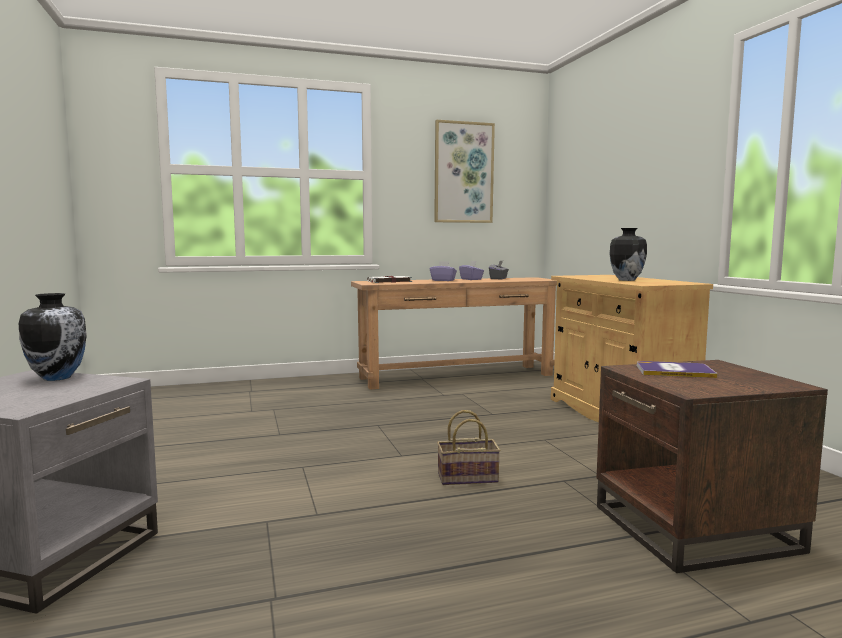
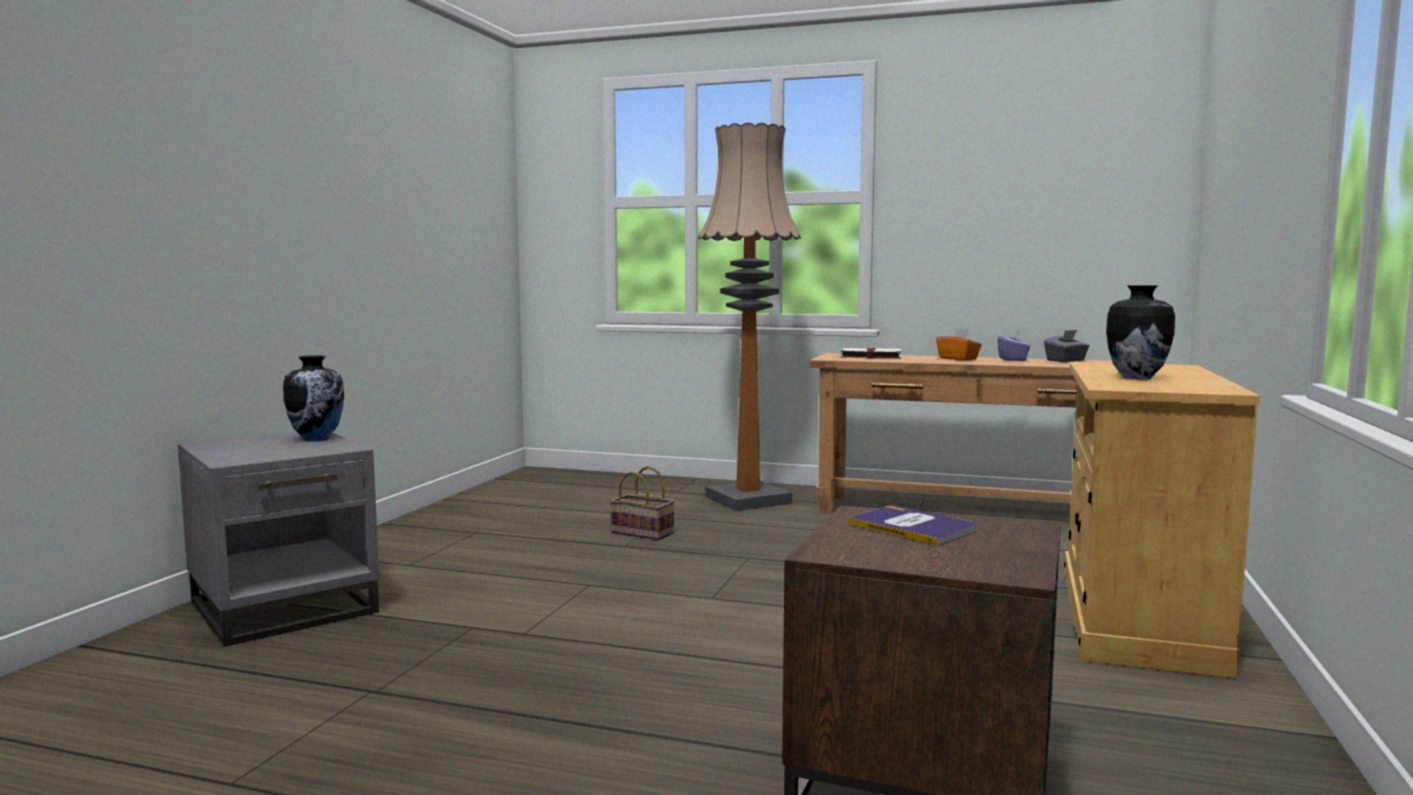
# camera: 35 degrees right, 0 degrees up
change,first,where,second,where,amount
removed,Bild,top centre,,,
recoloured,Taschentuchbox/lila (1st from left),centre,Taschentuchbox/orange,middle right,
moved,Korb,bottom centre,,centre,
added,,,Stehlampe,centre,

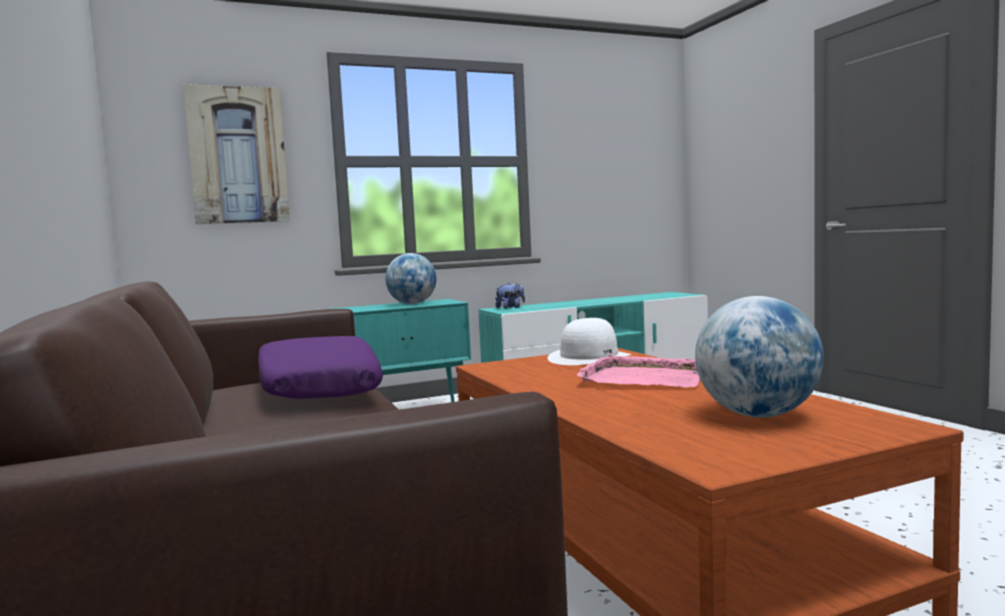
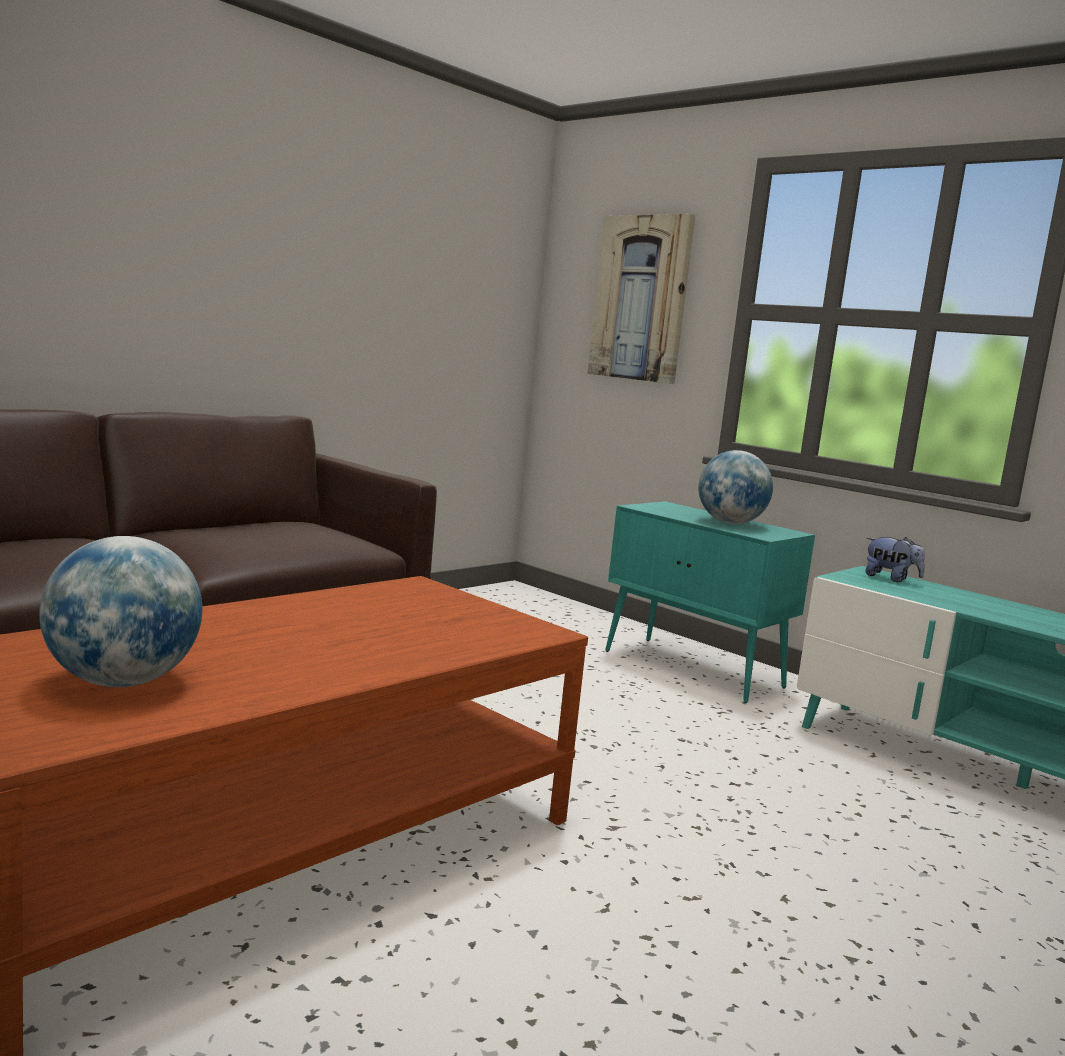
# camera: 65 degrees right, 5 degrees up
change,first,where,second,where,amount
removed,Hut/weiß,centre,,,
removed,Kissen/lila,middle left,,,
removed,Tablett/rosa,centre,,,

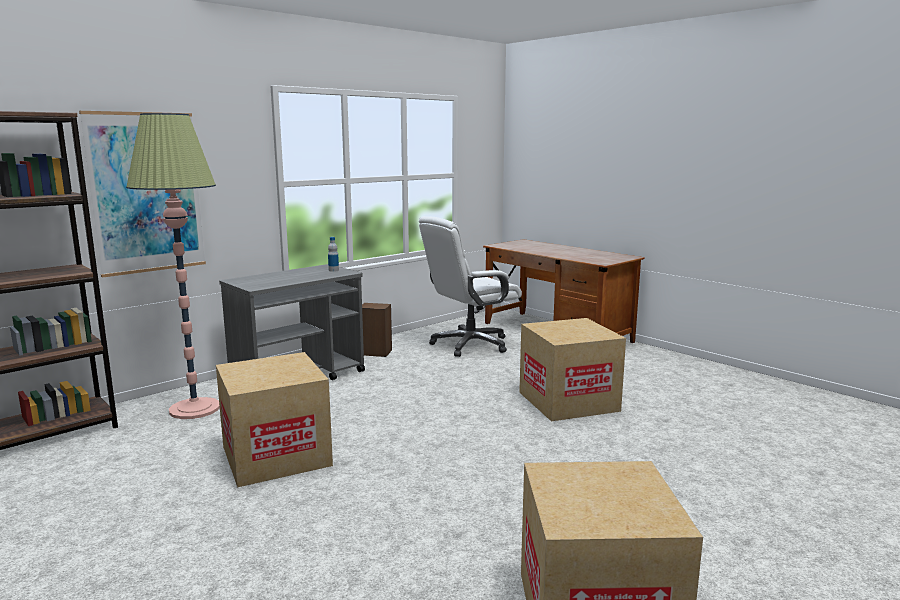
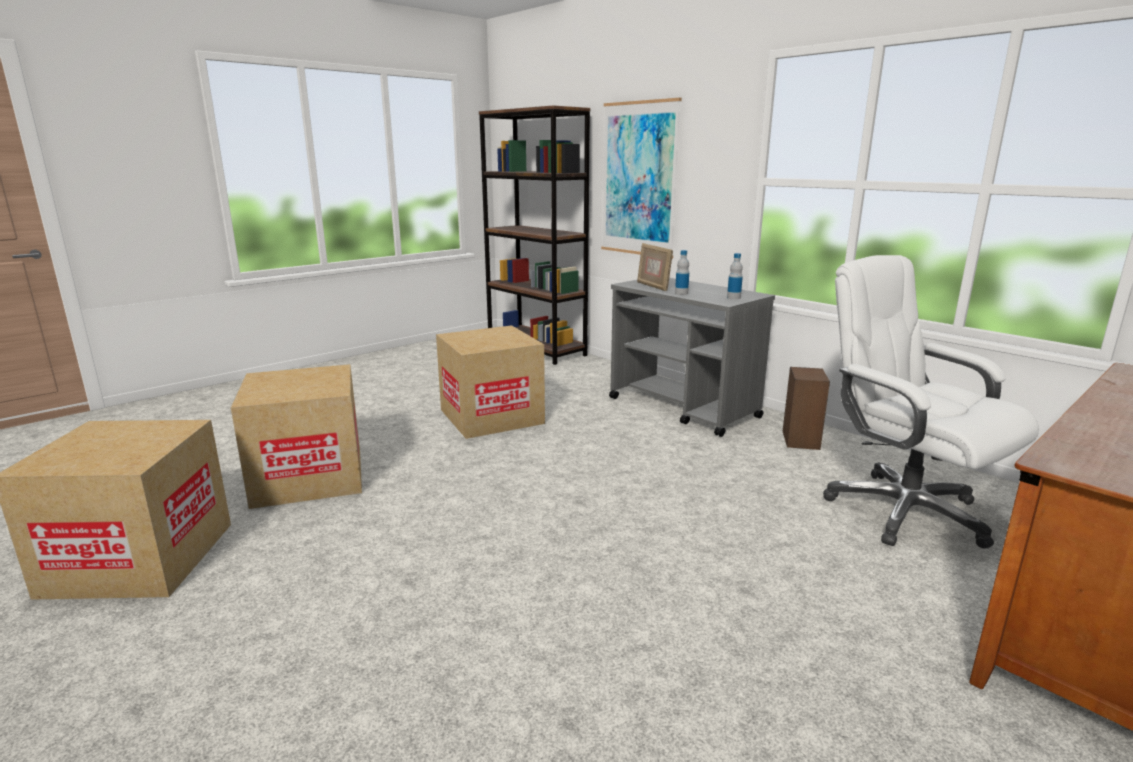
# camera: 90 degrees right, 5 degrees up
change,first,where,second,where,amount
removed,Stehlampe,middle left,,,
moved,Karton (2nd from left),centre,,middle left,
added,,,Bilderrahmen,centre,
added,,,Flasche (1st from left),centre,

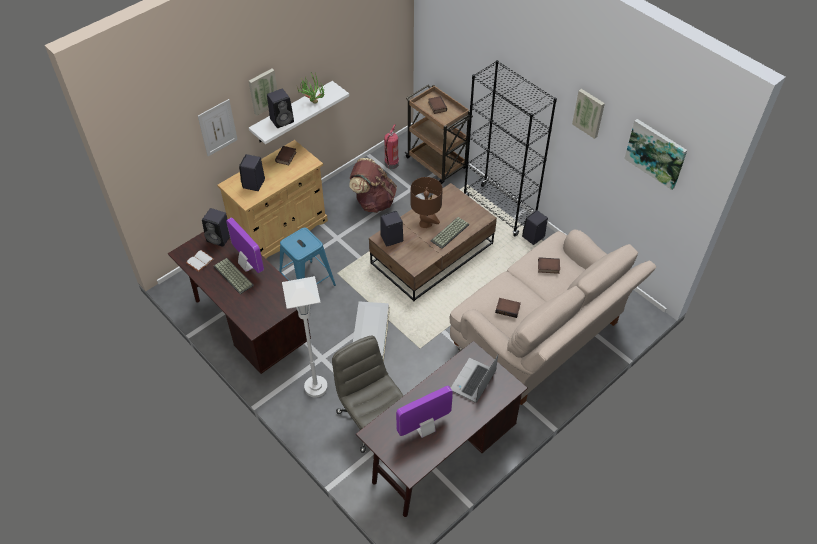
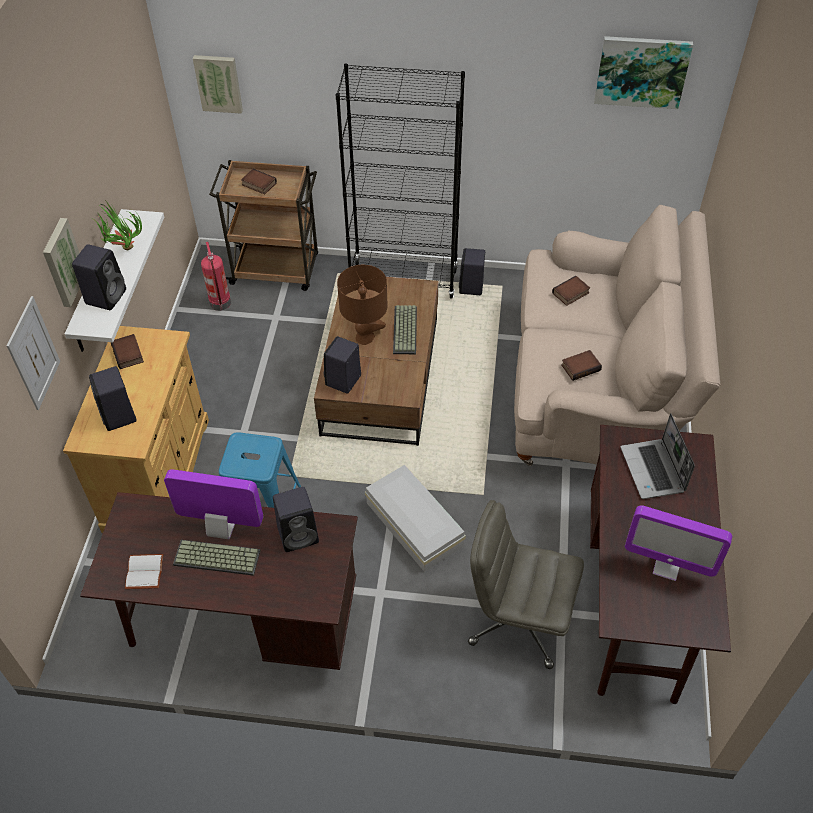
# camera: 40 degrees left, 0 degrees up
change,first,where,second,where,amount
moved,Bild (3rd from left),top right,,top left,
removed,Rucksack/braun,centre,,,
moved,Lautsprecher/schwarz (1st from left in the first image),middle left,Lautsprecher/schwarz (3rd from left),centre,
removed,Stehlampe/weiß,centre,,,
turned,Monitor (2nd from left),bottom centre,,bottom right,90 degrees counterclockwise

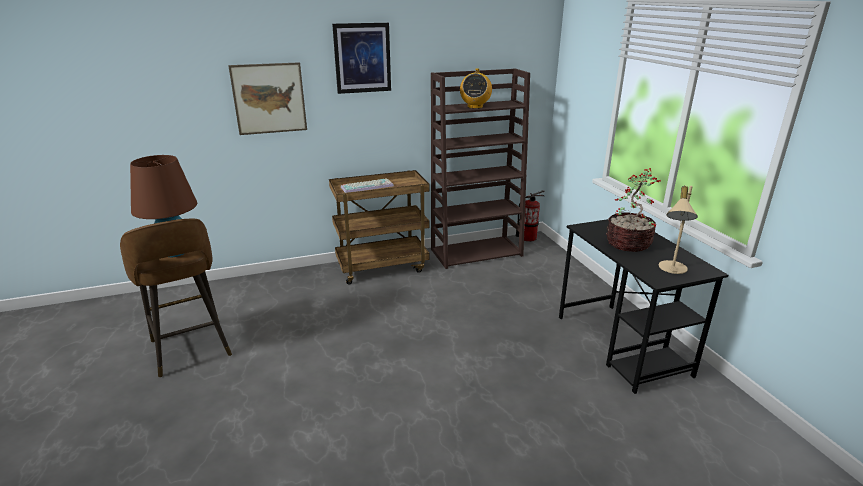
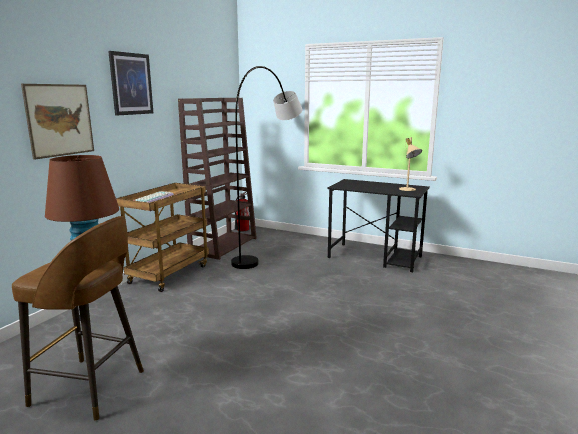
# camera: 45 degrees left, 10 degrees down
change,first,where,second,where,amount
removed,Radio,top centre,,,
removed,Topfpflanze,middle right,,,
added,,,Stehlampe/grau,centre,

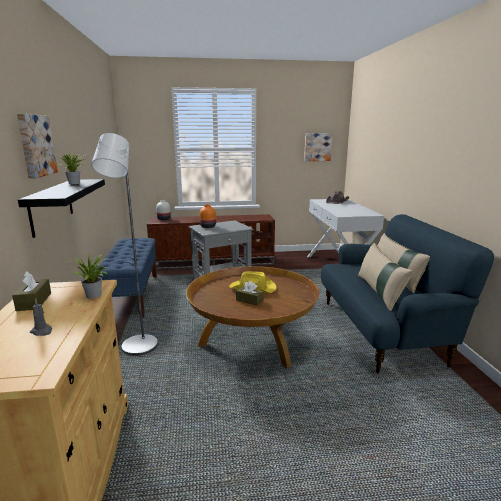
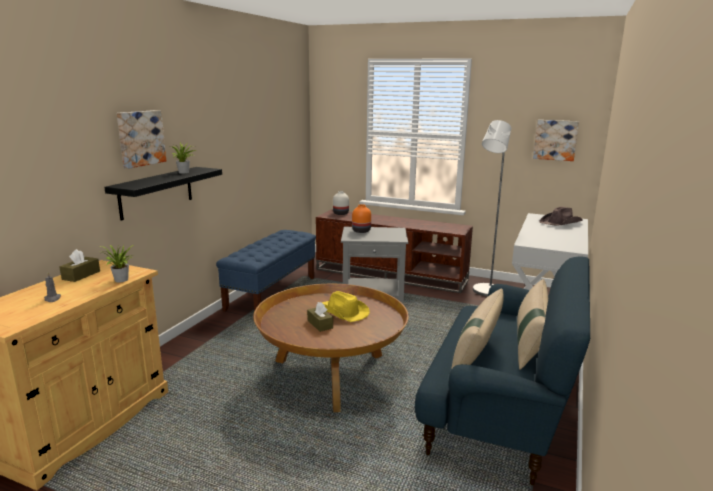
# camera: 30 degrees right, 0 degrees up
change,first,where,second,where,amount
moved,Stehlampe/grau,middle left,,middle right,

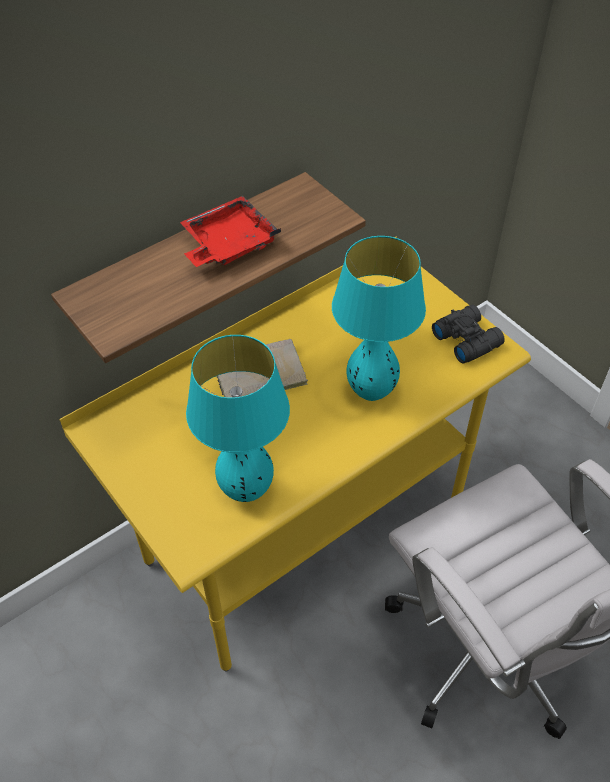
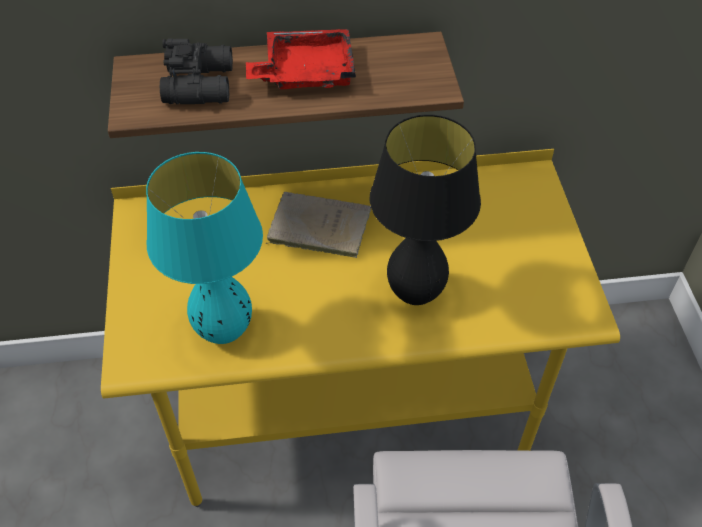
# camera: 30 degrees right, 0 degrees up
change,first,where,second,where,amount
recoloured,Tischlampe/türkis (2nd from left),centre,Tischlampe/schwarz,centre,
moved,Fernglas/schwarz,middle right,,top left,

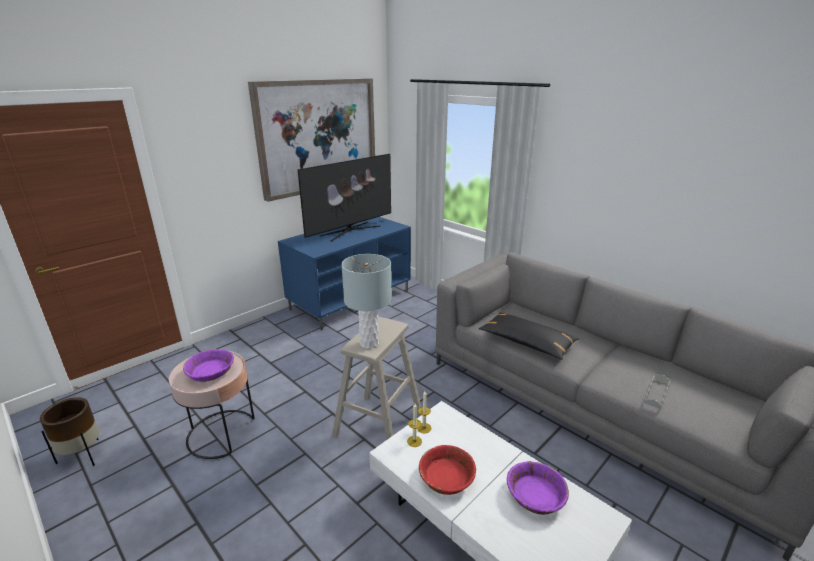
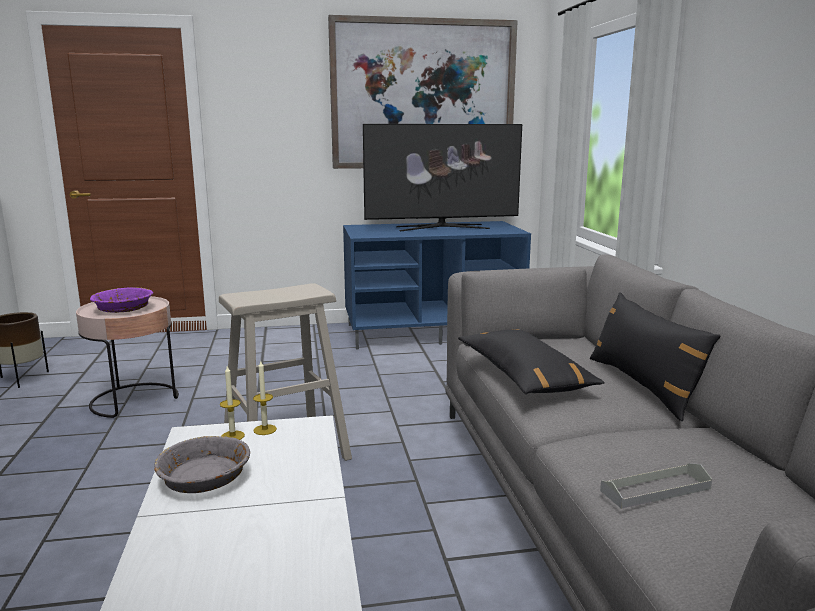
# camera: 35 degrees right, 10 degrees down
change,first,where,second,where,amount
removed,Tischlampe/grau,centre,,,
recoloured,Schüssel/rot,bottom centre,Schüssel/grau,bottom left,
removed,Schüssel/lila (2nd from left),bottom centre,,,
added,,,Kissen/schwarz (2nd from left),middle right,

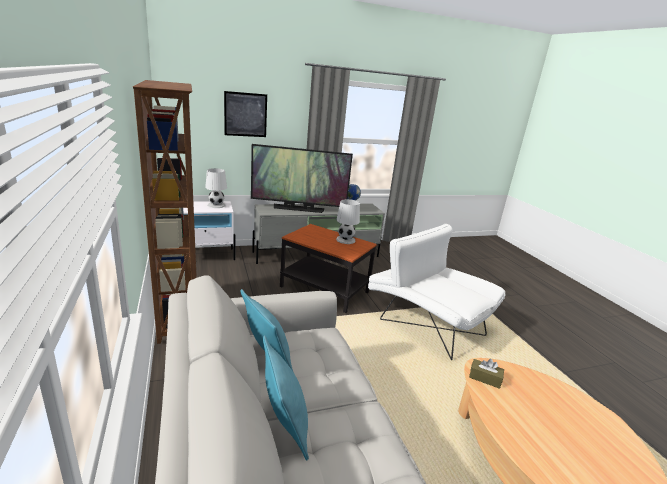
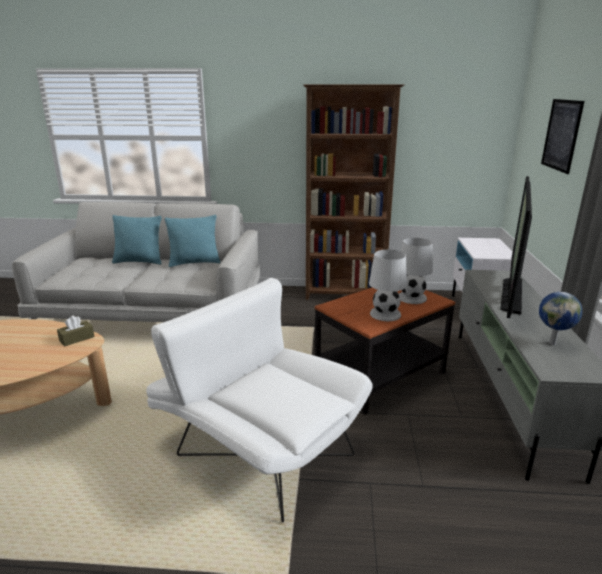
# camera: 115 degrees right, 0 degrees up
change,first,where,second,where,amount
moved,Tischlampe/weiß (1st from left in the first image),middle left,Tischlampe/weiß (2nd from left),middle right,
turned,Sessel/weiß,centre,,bottom centre,120 degrees counterclockwise

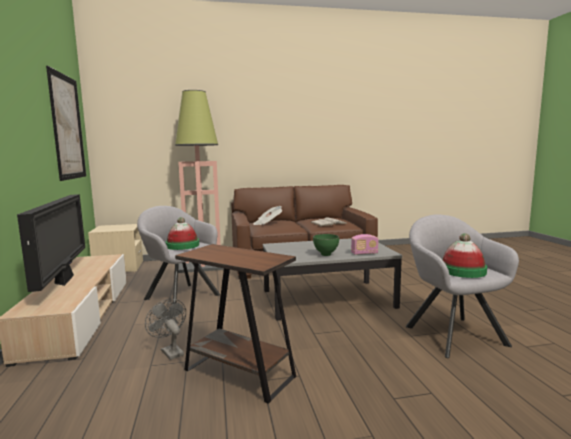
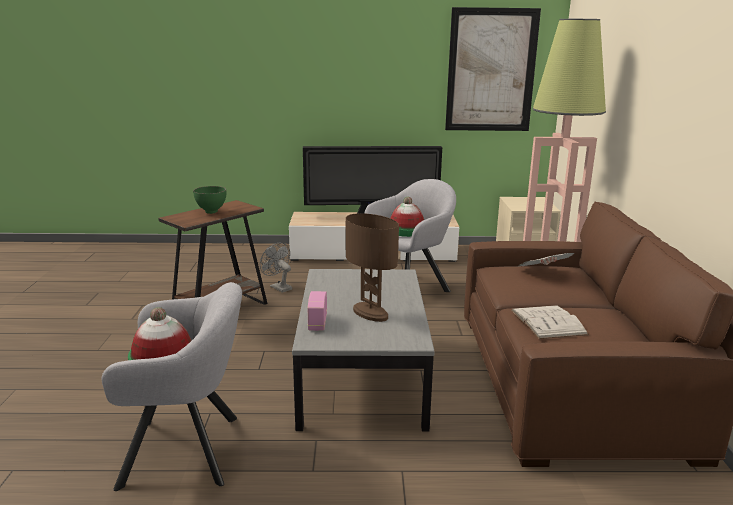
# camera: 100 degrees right, 10 degrees up
change,first,where,second,where,amount
moved,Schüssel/grün,centre,,middle left,
turned,Ventilator/grau,bottom left,,centre,105 degrees counterclockwise
added,,,Tischlampe/braun,centre,

